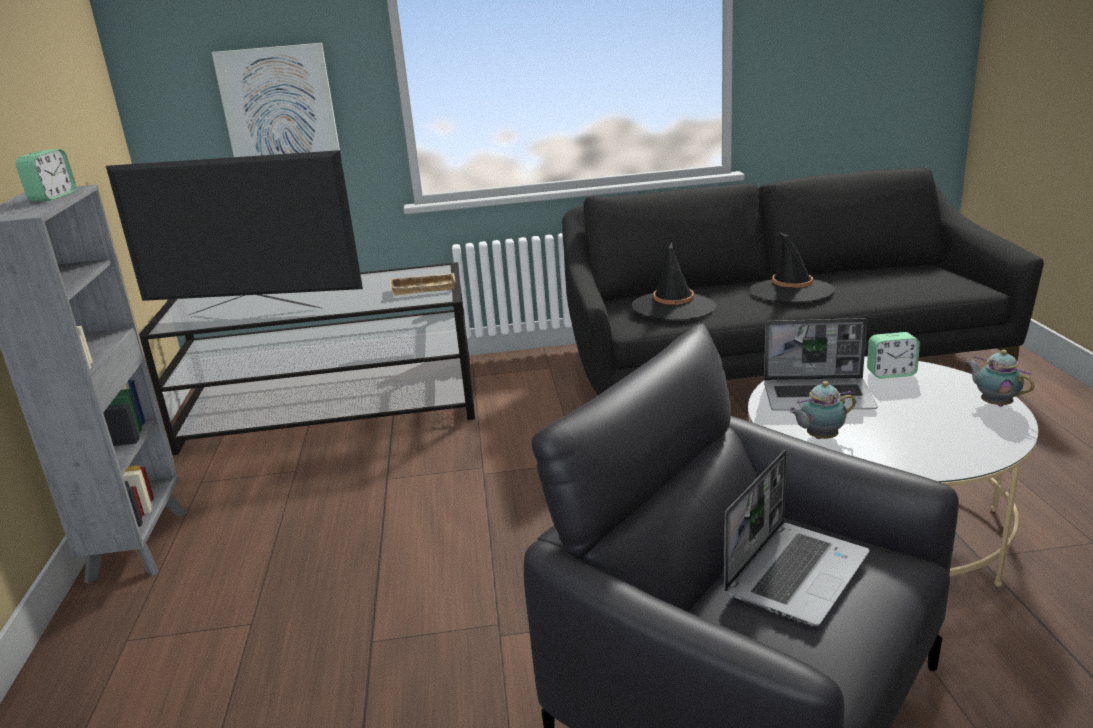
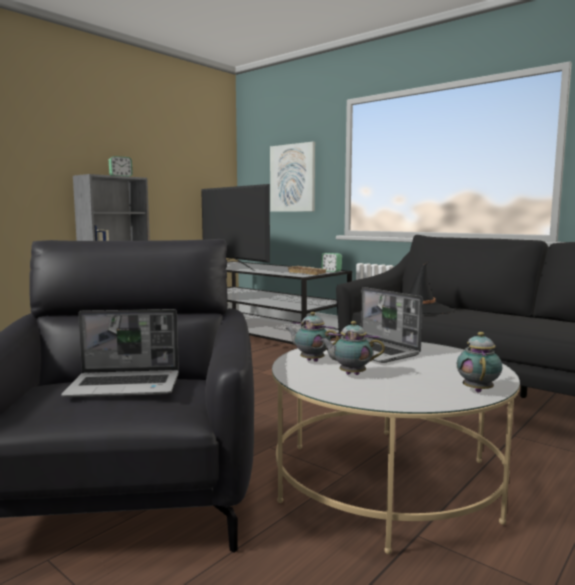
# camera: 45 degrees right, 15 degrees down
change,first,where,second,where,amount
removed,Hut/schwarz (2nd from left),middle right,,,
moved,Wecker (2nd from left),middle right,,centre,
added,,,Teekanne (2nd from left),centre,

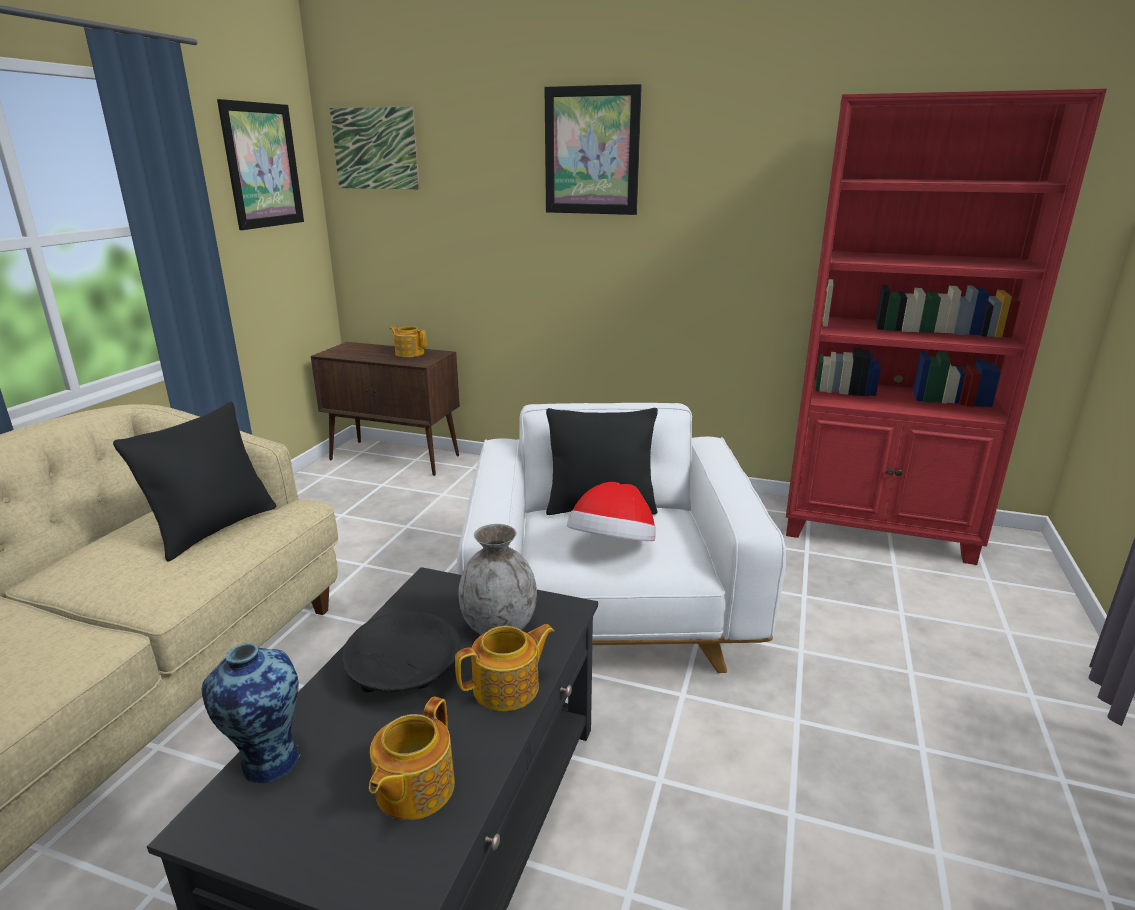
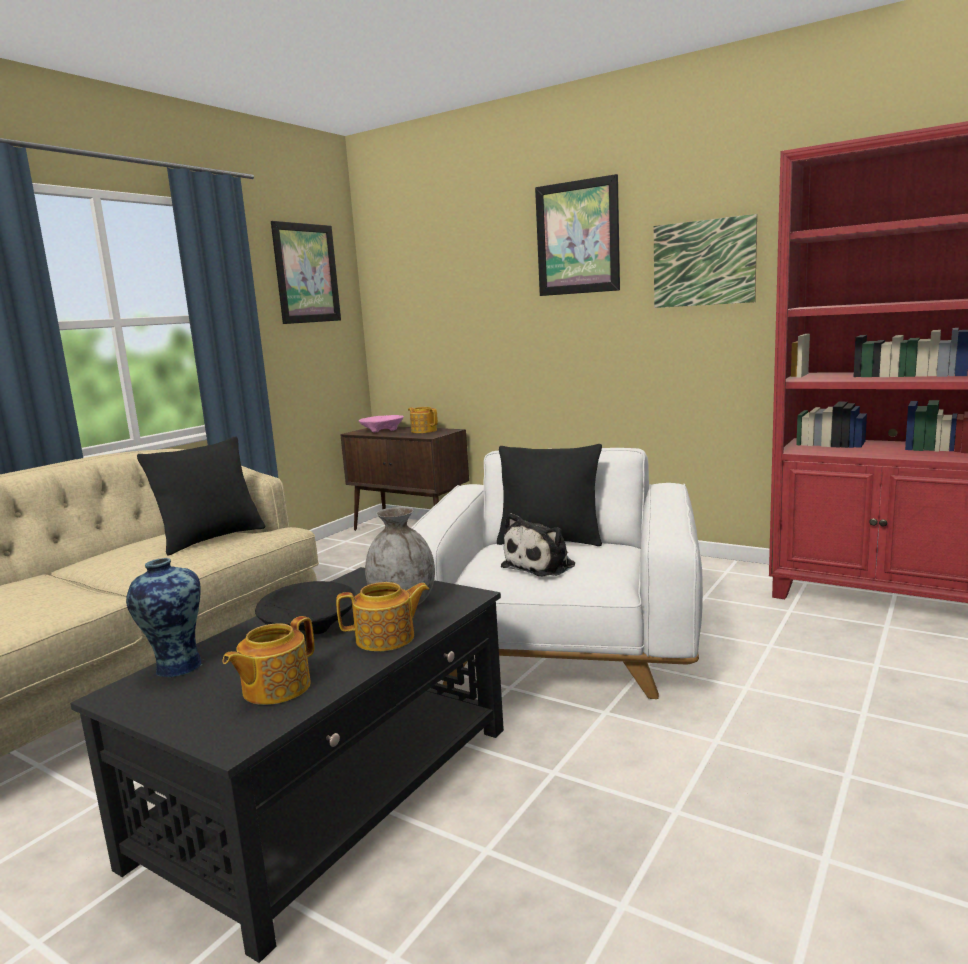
# camera: 15 degrees right, 10 degrees down
change,first,where,second,where,amount
moved,Bild (2nd from left in the first image),top left,Bild (3rd from left),top right,
replaced,Hut,centre,Plüschtier,centre,
added,,,Schüssel/rosa,centre,

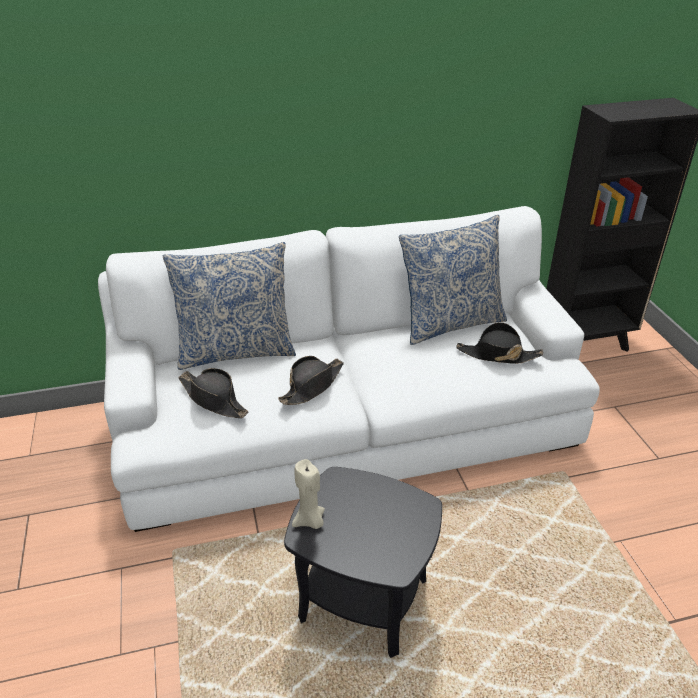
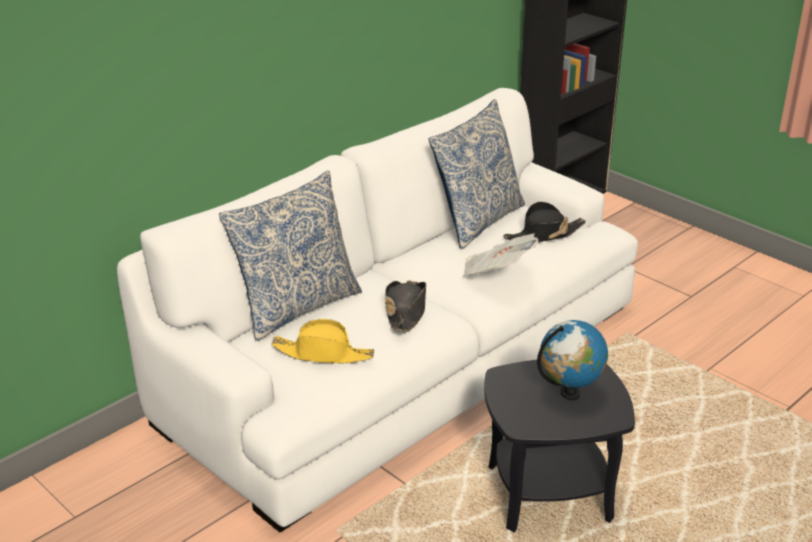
# camera: 30 degrees left, 5 degrees down
change,first,where,second,where,amount
recoloured,Hut/schwarz (1st from left),middle left,Hut/gelb,centre,
removed,Kerze/beige,bottom centre,,,
added,,,Zeitung,centre,
added,,,Globus,middle right,

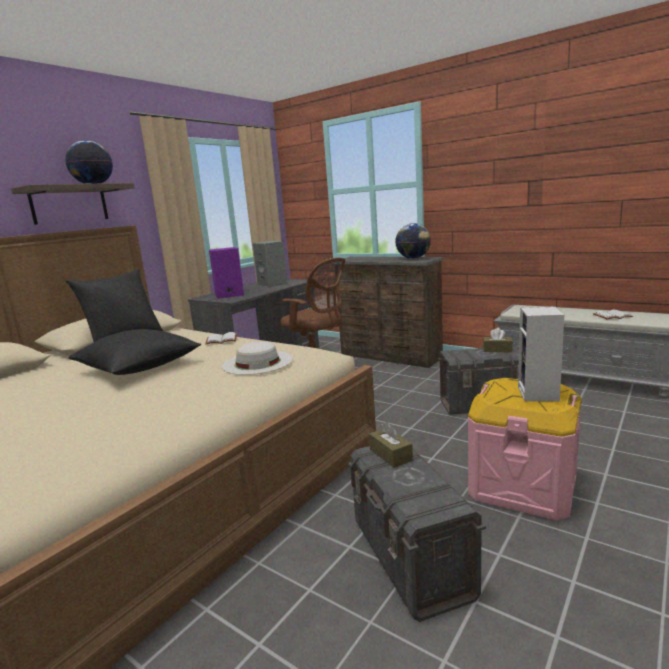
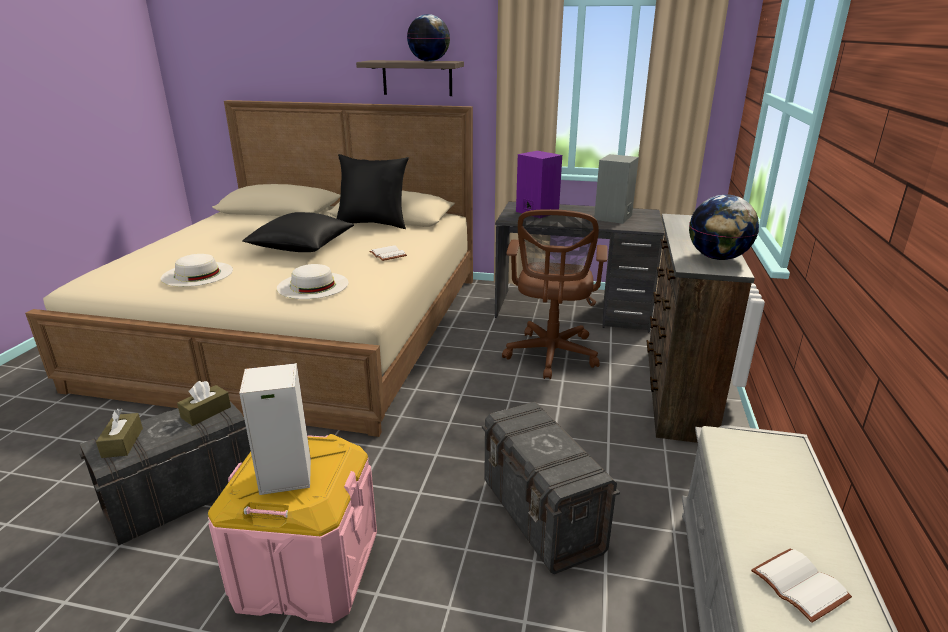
# camera: 65 degrees right, 10 degrees up
change,first,where,second,where,amount
moved,Taschentuchbox/braun (2nd from left in the first image),middle right,Taschentuchbox/braun (1st from left),bottom left,
added,,,Hut/weiß (1st from left),middle left,

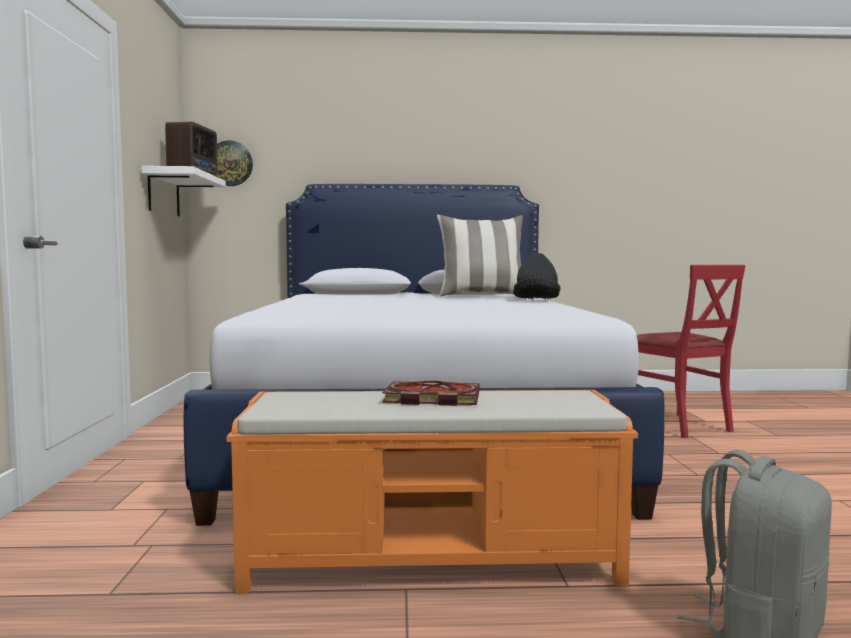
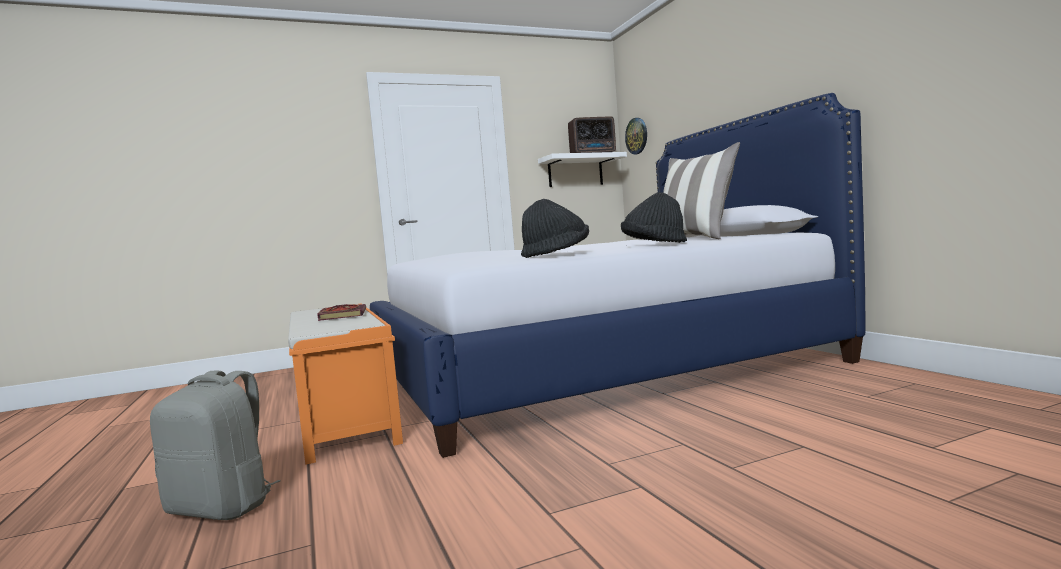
# camera: 70 degrees right, 0 degrees up
change,first,where,second,where,amount
removed,Stuhl/rot,middle right,,,
added,,,Hut/schwarz (1st from left),centre,

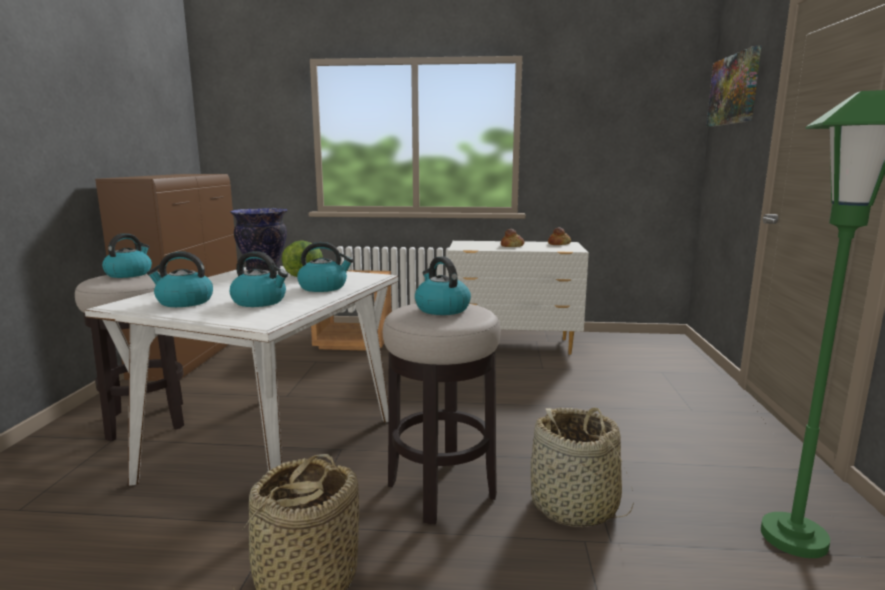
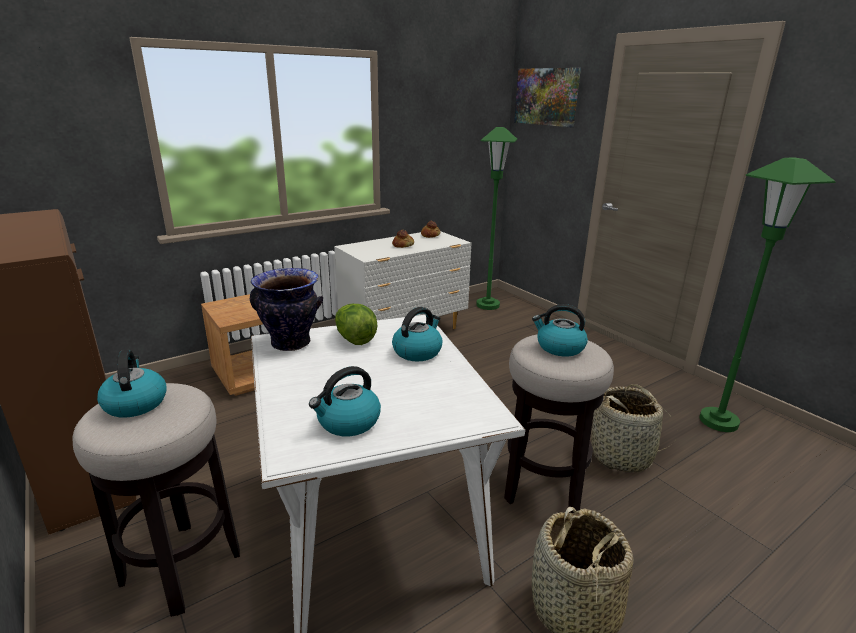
# camera: 40 degrees left, 10 degrees up
change,first,where,second,where,amount
removed,Wasserkessel (3rd from left),middle left,,,
added,,,Stehlampe/grün (1st from left),centre,

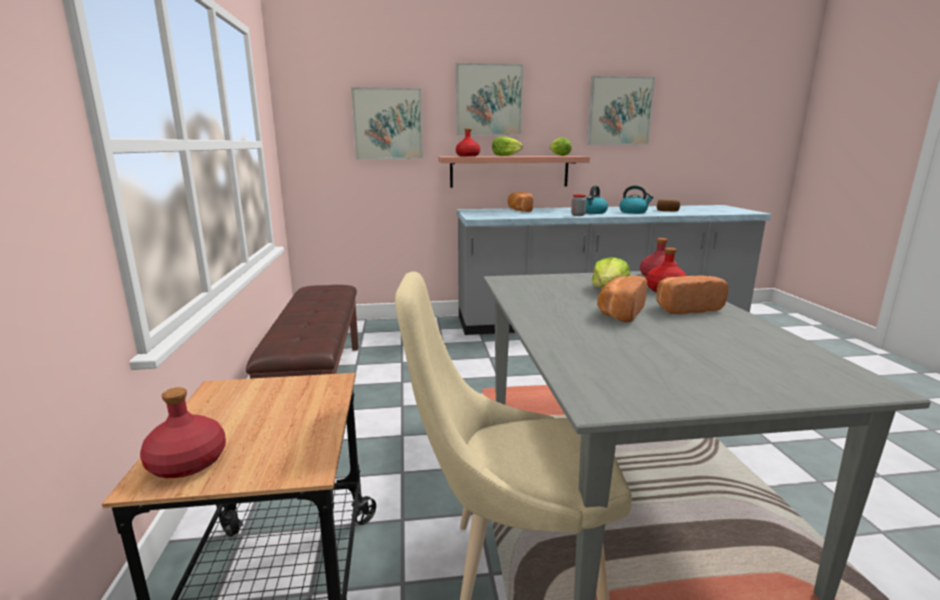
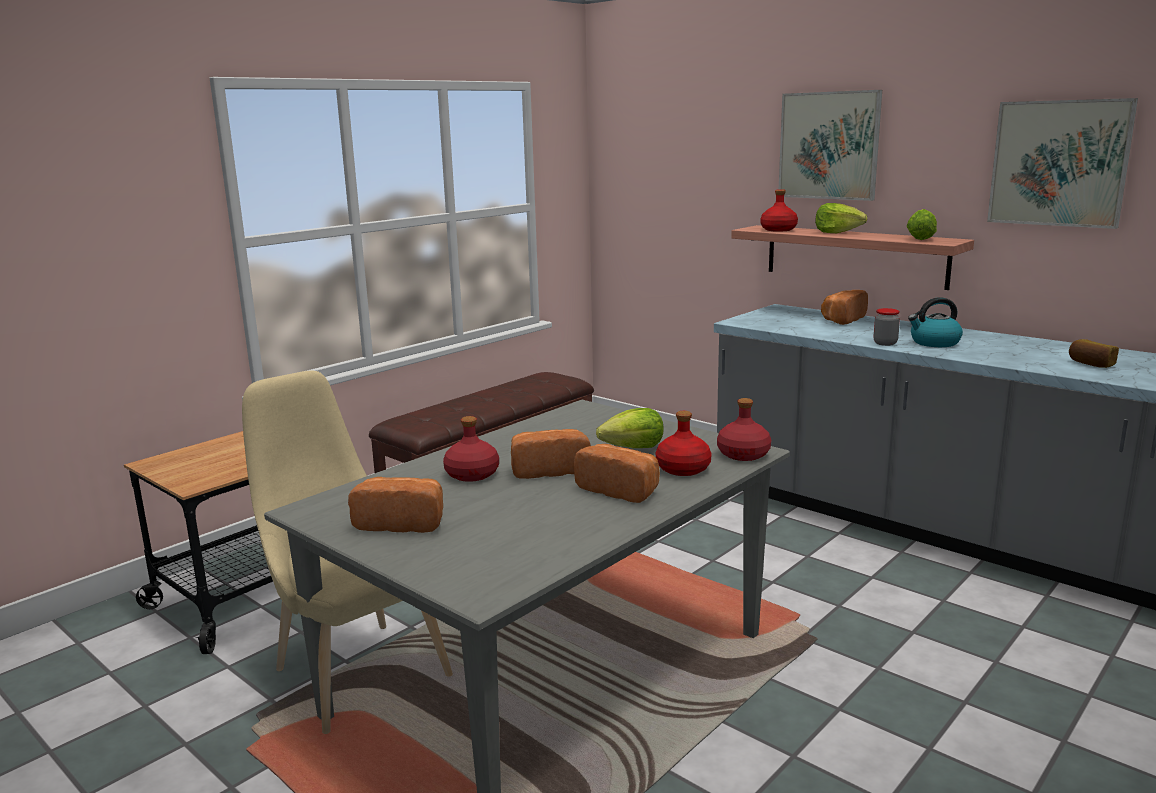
# camera: 50 degrees right, 0 degrees up
change,first,where,second,where,amount
removed,Bild (1st from left),top centre,,,
removed,Wasserkessel (2nd from left),top right,,,
moved,Flasche/rot (1st from left),bottom left,,centre,
added,,,Brot (1st from left),centre,

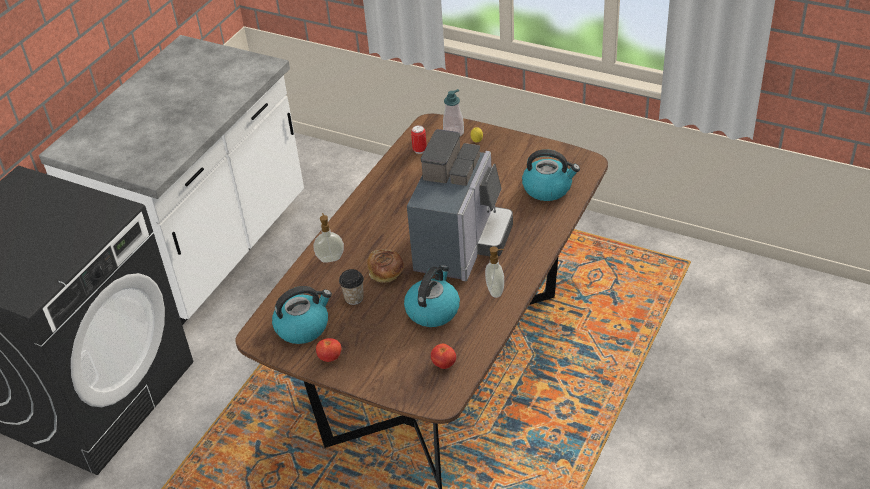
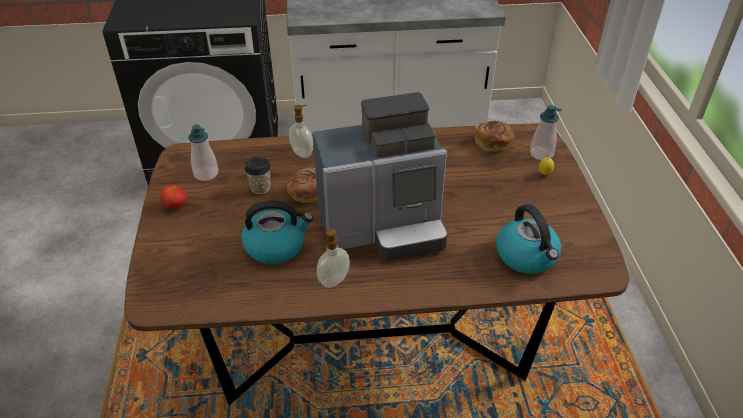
# camera: 55 degrees right, 0 degrees up
change,first,where,second,where,amount
replaced,Dose,top centre,Brot (2nd from left),top centre,
replaced,Wasserkessel (1st from left),centre,Seifenspender (1st from left),middle left,
removed,Tomate (2nd from left),bottom centre,,,

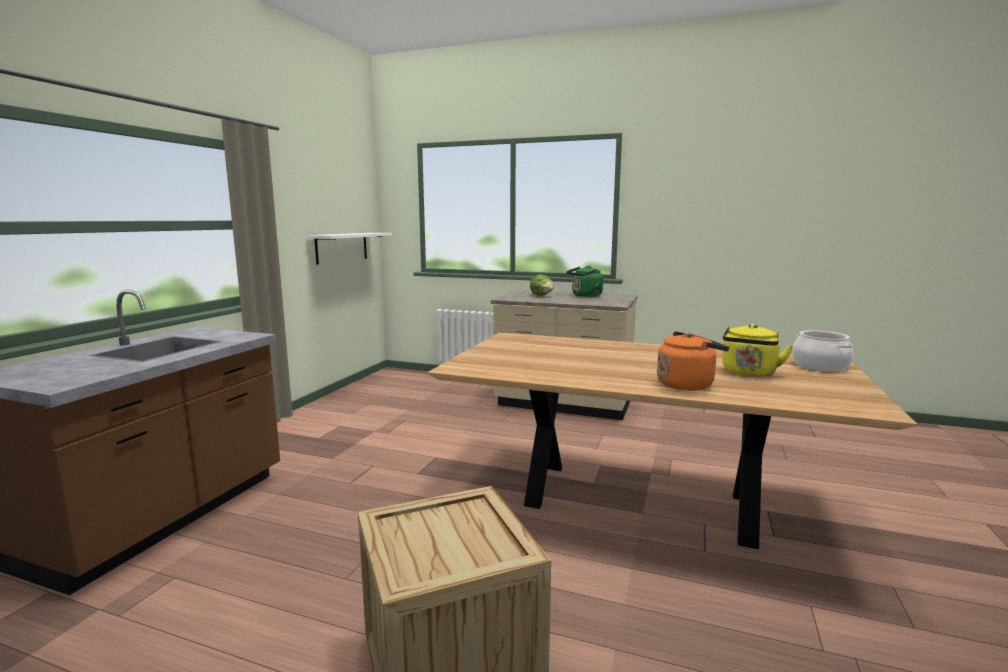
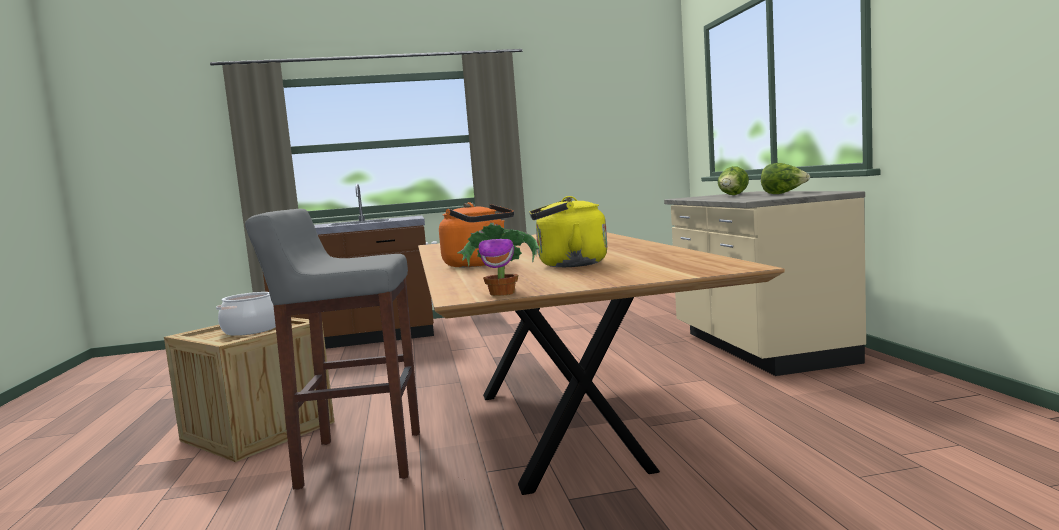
# camera: 60 degrees right, 5 degrees down
change,first,where,second,where,amount
removed,Wandregal/weiß,centre,,,
replaced,Wasserkessel/grün,centre,Salatkopf (2nd from left),middle right,
moved,Kochtopf,middle right,,middle left,
added,,,Hocker/grau,middle left,
added,,,Topfpflanze,centre,

